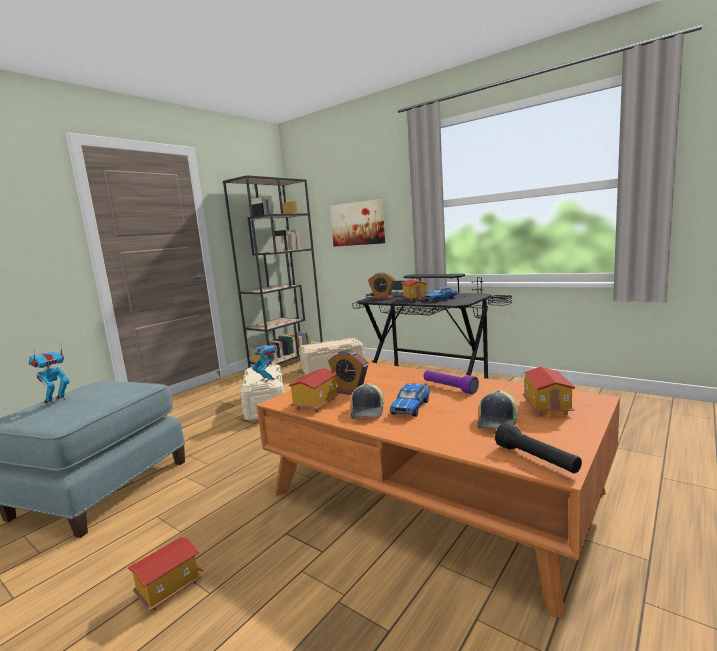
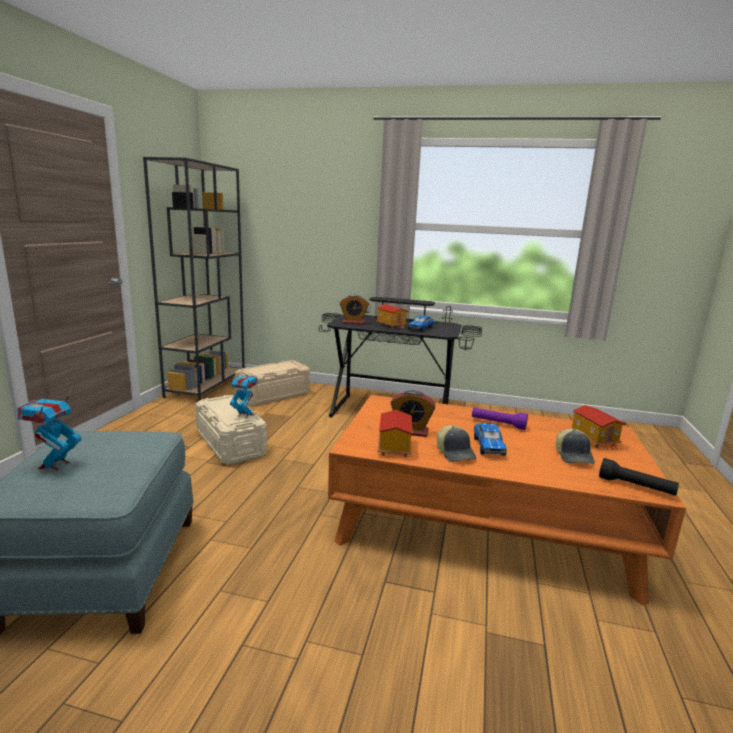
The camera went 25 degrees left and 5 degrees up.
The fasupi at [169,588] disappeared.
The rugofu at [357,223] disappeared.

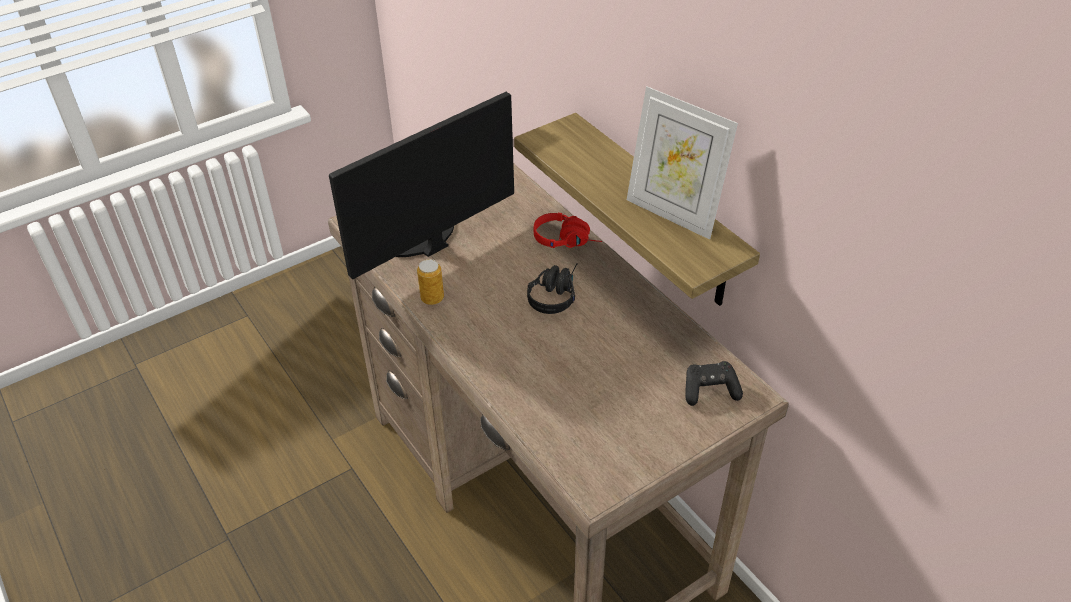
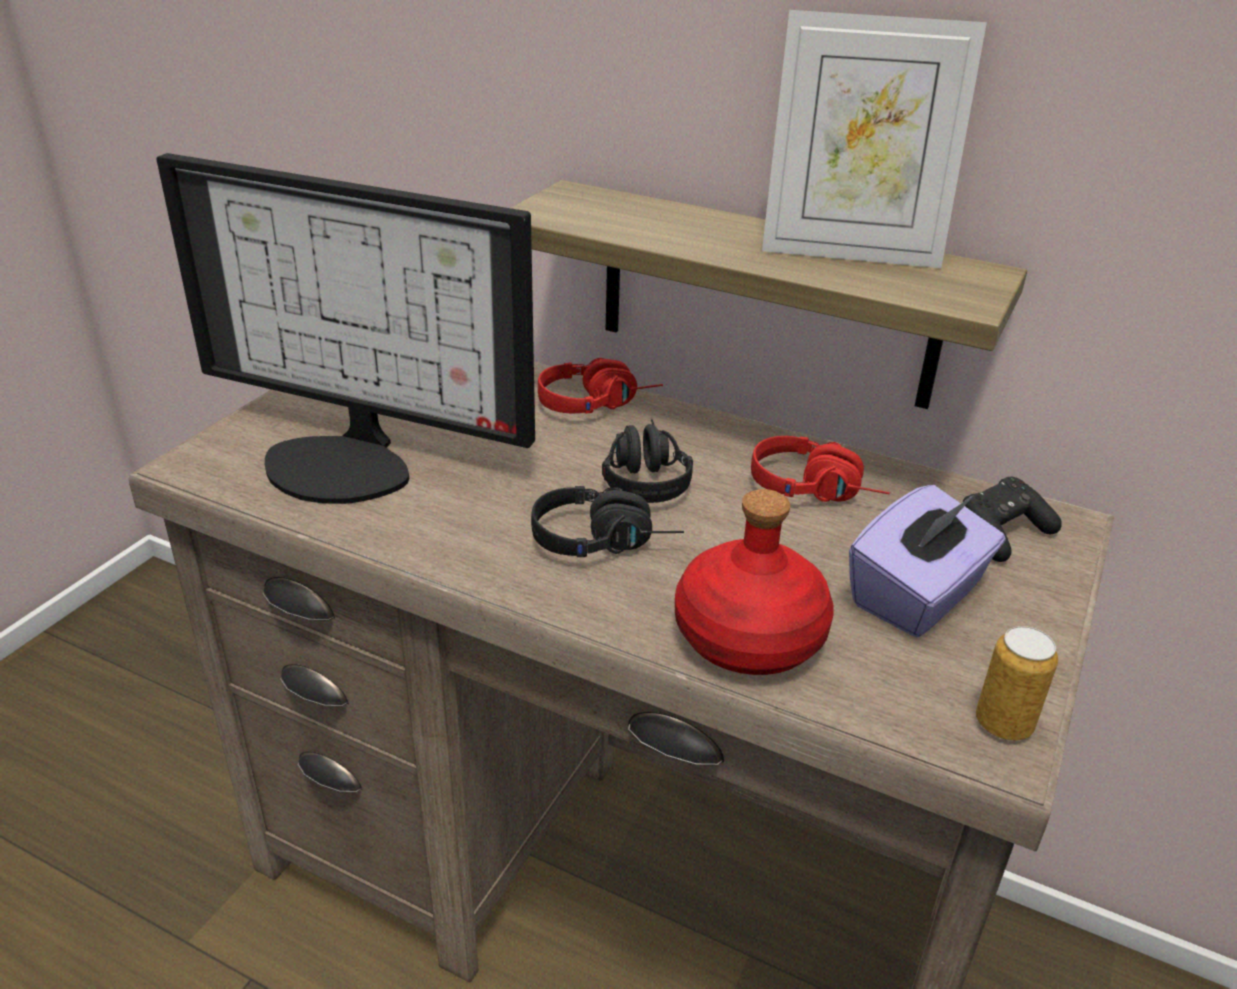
The camera went 30 degrees left and 10 degrees down.
The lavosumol at [423,240] turned 90 degrees counterclockwise.
The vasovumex moved from [432,298] to [1003,723].
The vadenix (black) at [606,541] appeared.
The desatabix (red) at [751,636] appeared.
The vadenix (red) at [817,490] appeared.
The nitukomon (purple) at [917,596] appeared.

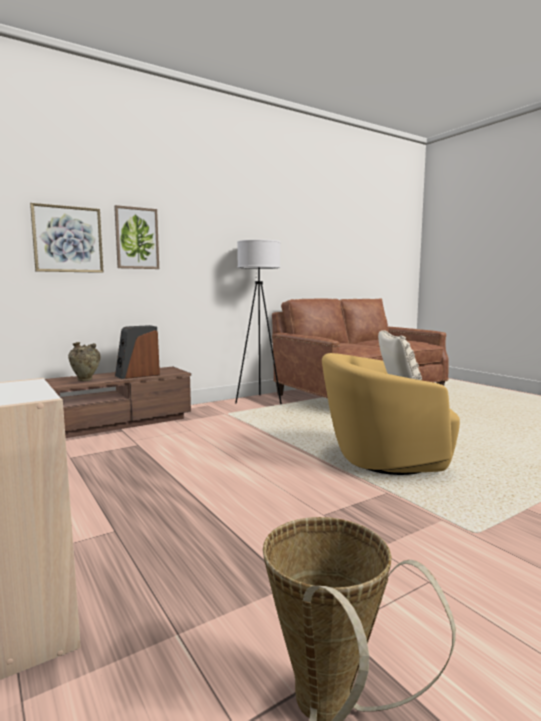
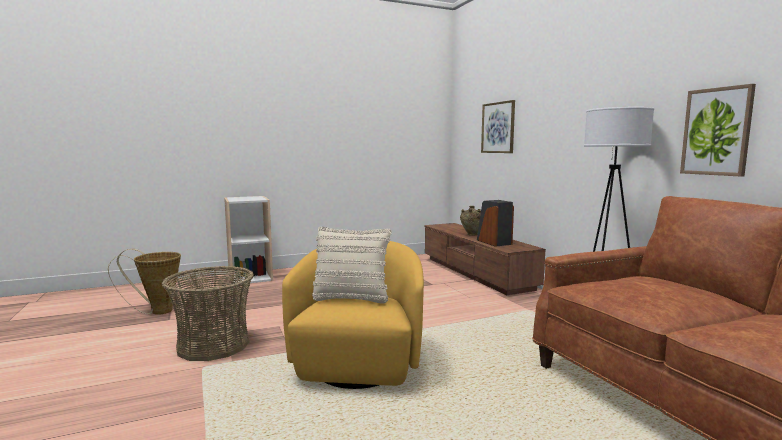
The camera went 100 degrees right and 0 degrees up.
The rugofu moved from [137,238] to [716,131].
The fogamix at [213,345] appeared.

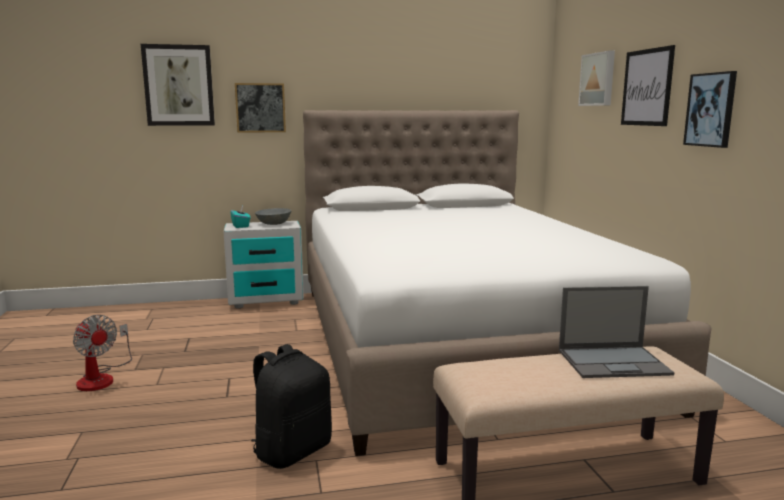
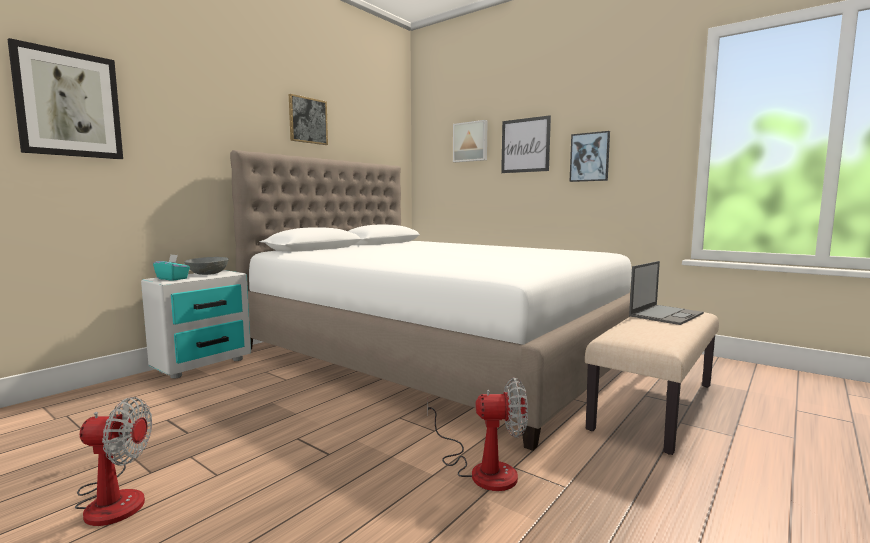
The camera went 40 degrees left and 5 degrees down.
The rugofu moved from [260,108] to [308,120].
The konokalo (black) at [292,450] was replaced by the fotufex at [482,469].

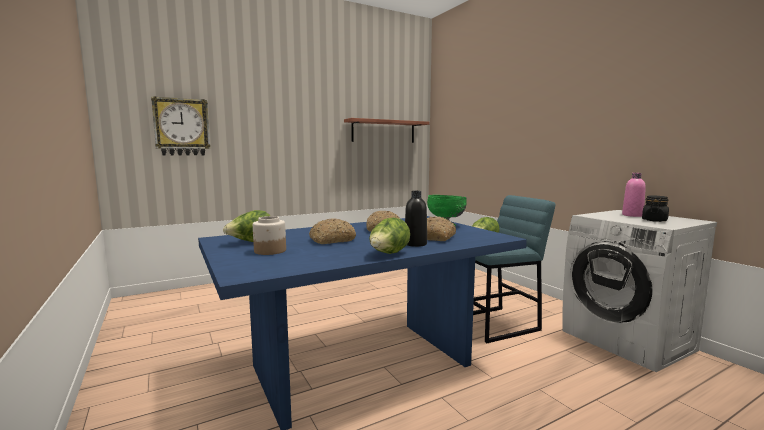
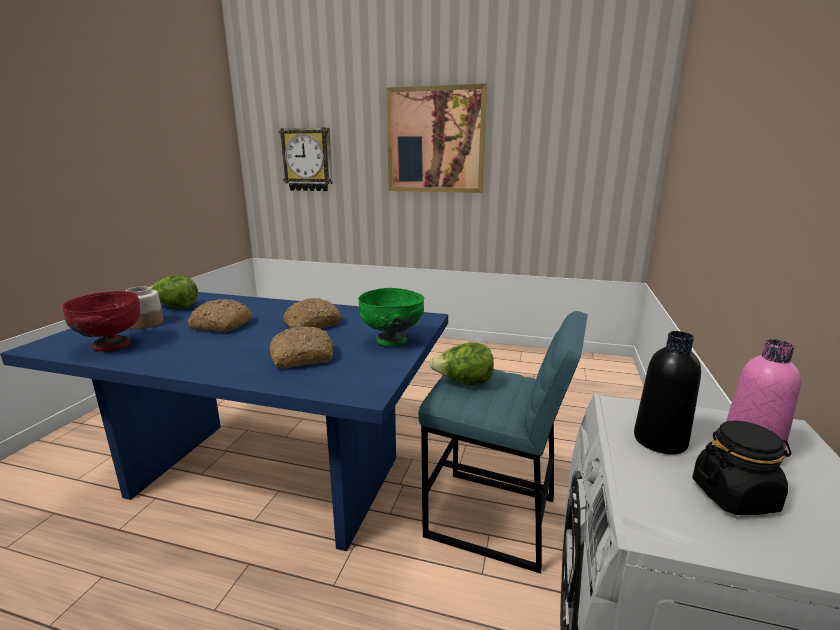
The camera went 45 degrees right and 10 degrees up.
The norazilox at [383,131] disappeared.
The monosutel at [388,254] disappeared.
The desatabix (black) moved from [415,244] to [660,440].
The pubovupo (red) at [111,346] appeared.
The rugofu at [435,140] appeared.

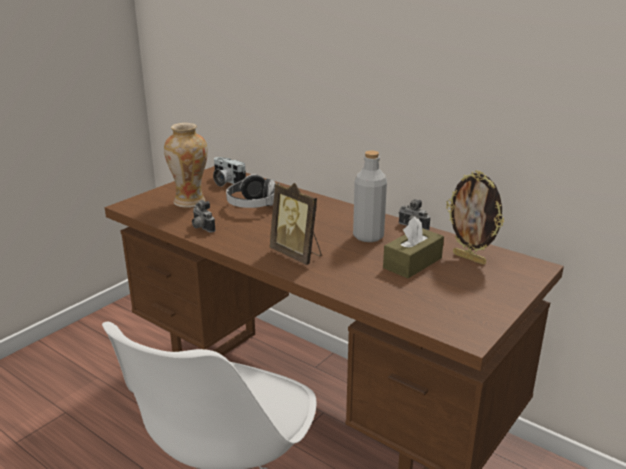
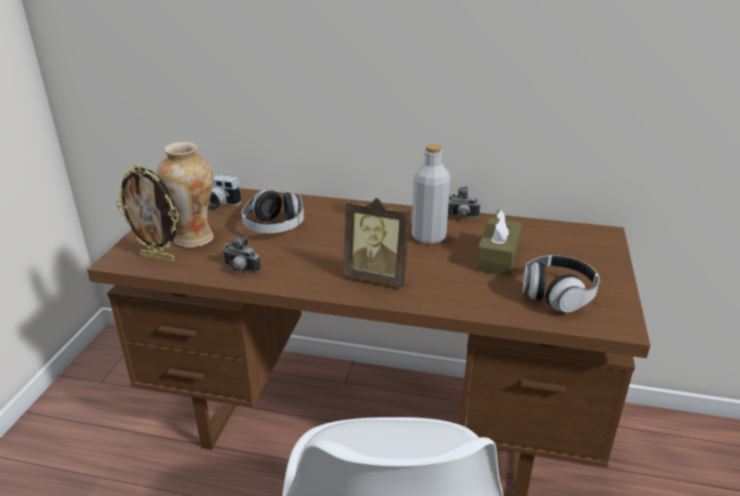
The camera went 25 degrees left and 5 degrees up.
The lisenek moved from [469,258] to [158,258].
The vadenix at [557,295] appeared.

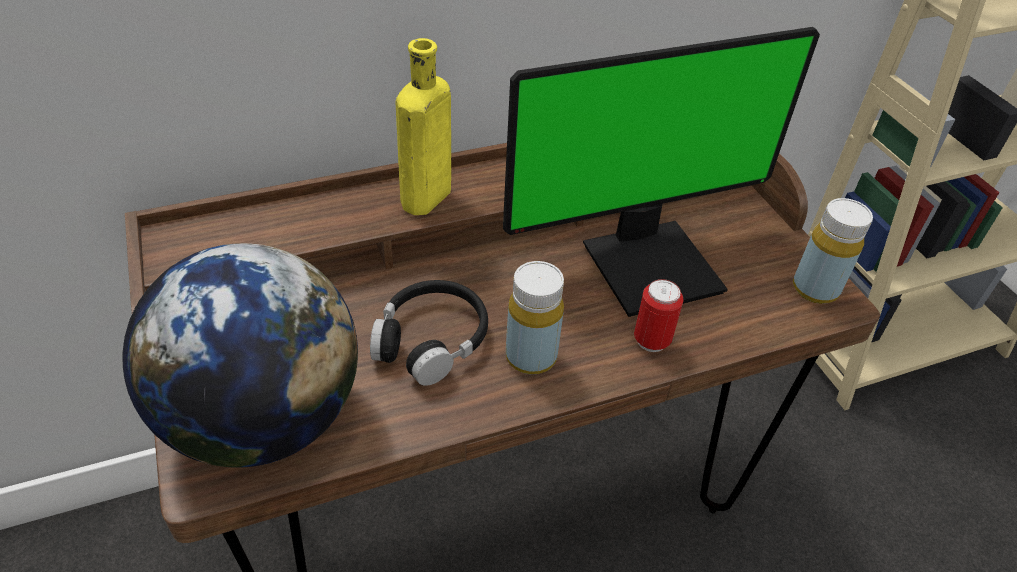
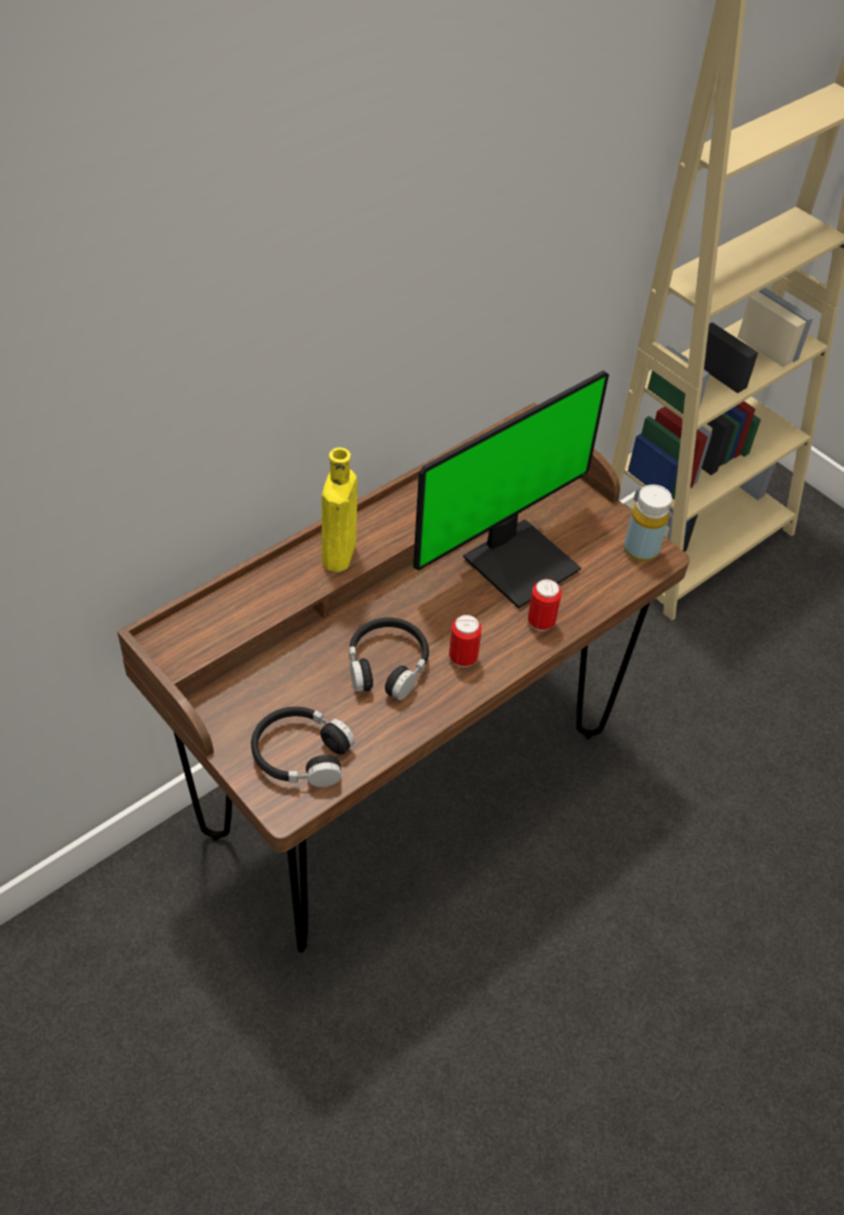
The camera went 20 degrees left and 5 degrees up.
The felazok at [264,418] was replaced by the vadenix (black) at [301,754].
The desatabix (yellow) at [531,357] was replaced by the vasovumex at [463,658].

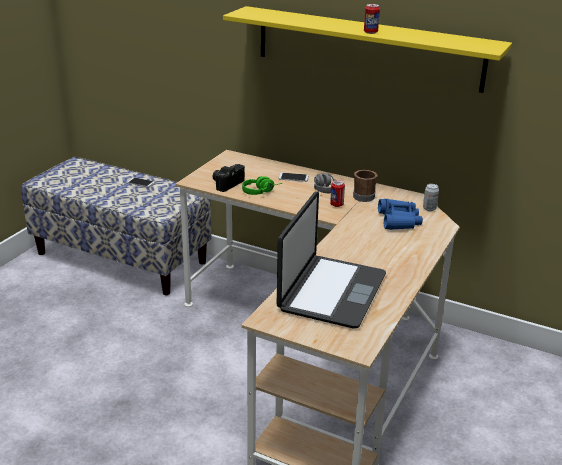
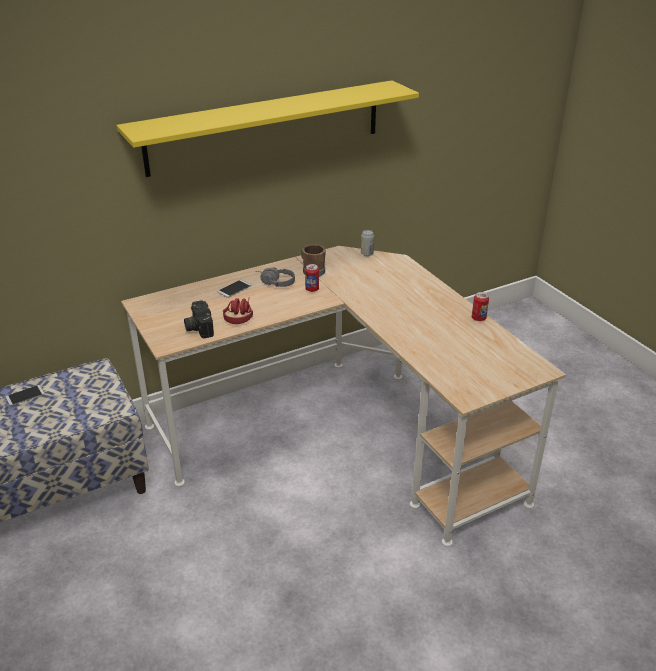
The camera went 55 degrees left and 5 degrees up.
The vadenix (green) at [261,191] became the vadenix (red) at [239,315].
The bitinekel at [331,292] disappeared.
The vasovumex moved from [370,32] to [478,318].
The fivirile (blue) at [398,221] disappeared.

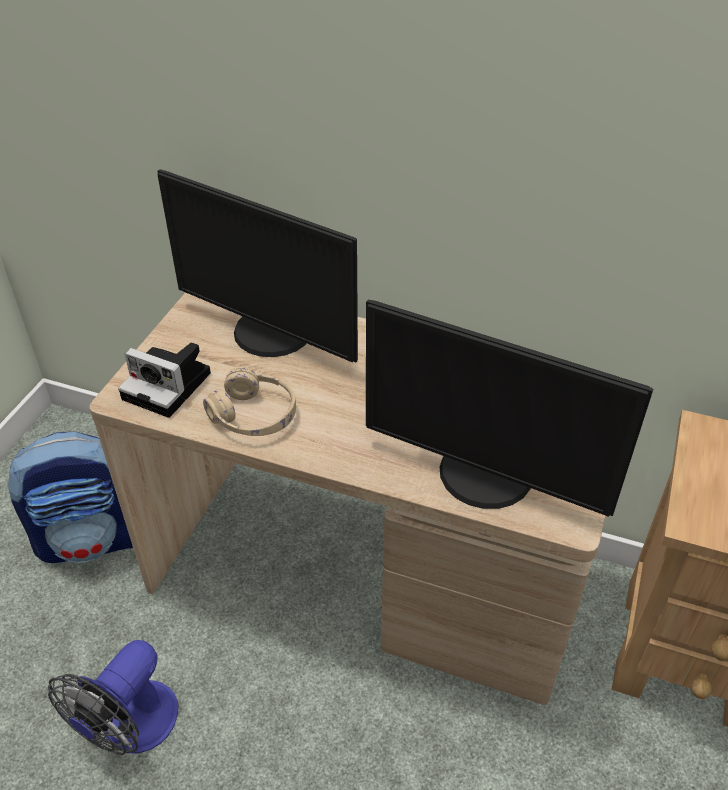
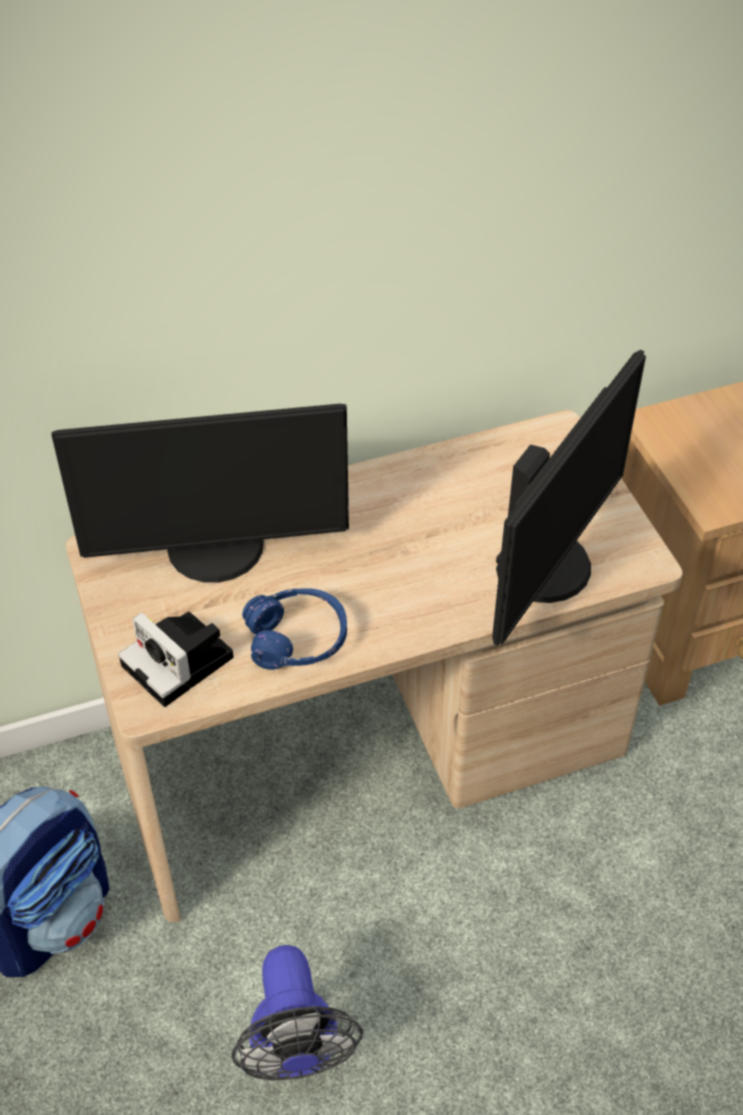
The camera went 40 degrees left and 5 degrees up.
The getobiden at [170,386] turned 60 degrees clockwise.
The vadenix (beige) at [254,415] became the vadenix (blue) at [297,639].
The lavosumol at [484,476] turned 45 degrees counterclockwise.

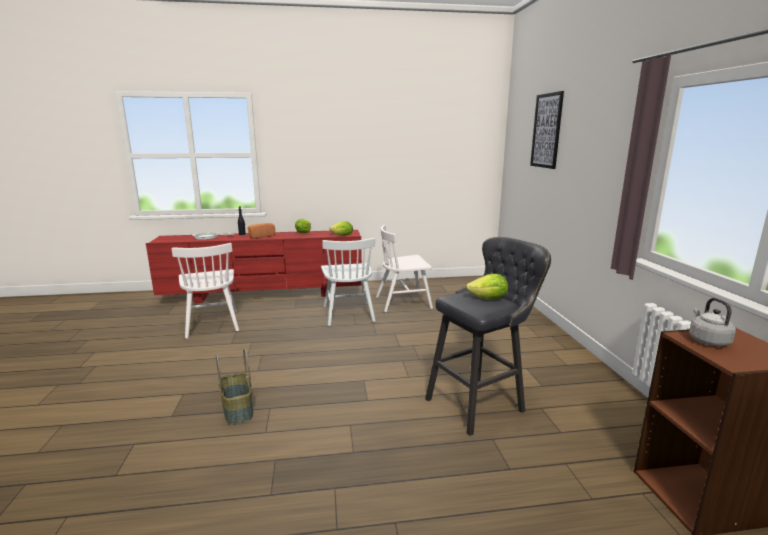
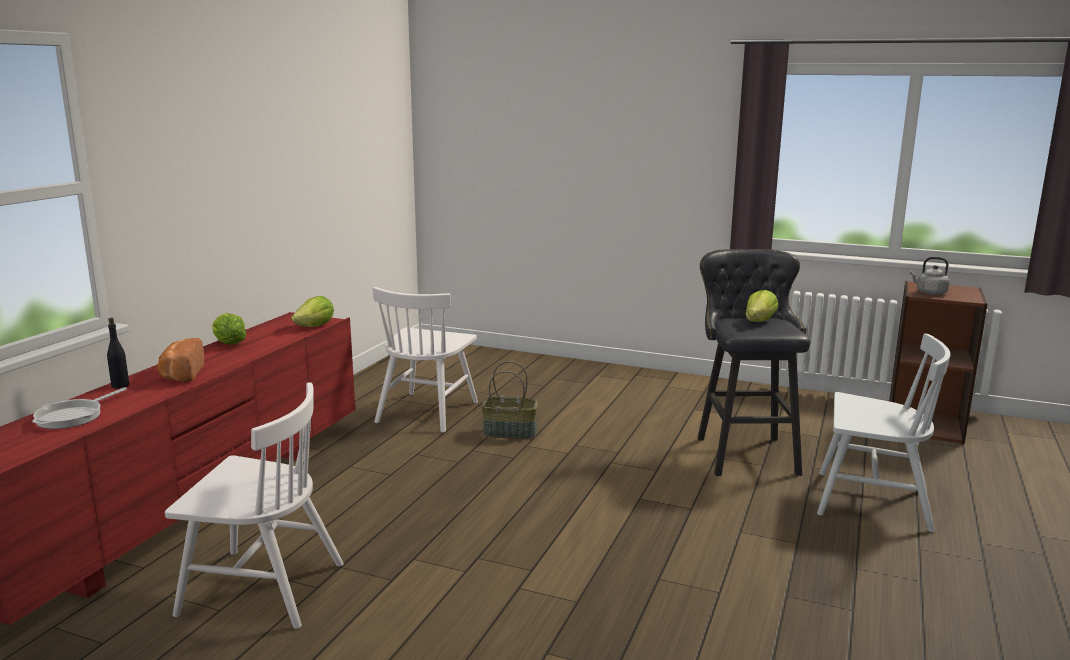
The camera went 60 degrees left and 0 degrees up.
The fogamix moved from [238,410] to [510,432].
The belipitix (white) moved from [348,314] to [871,501].
The rugofu at [546,131] disappeared.

